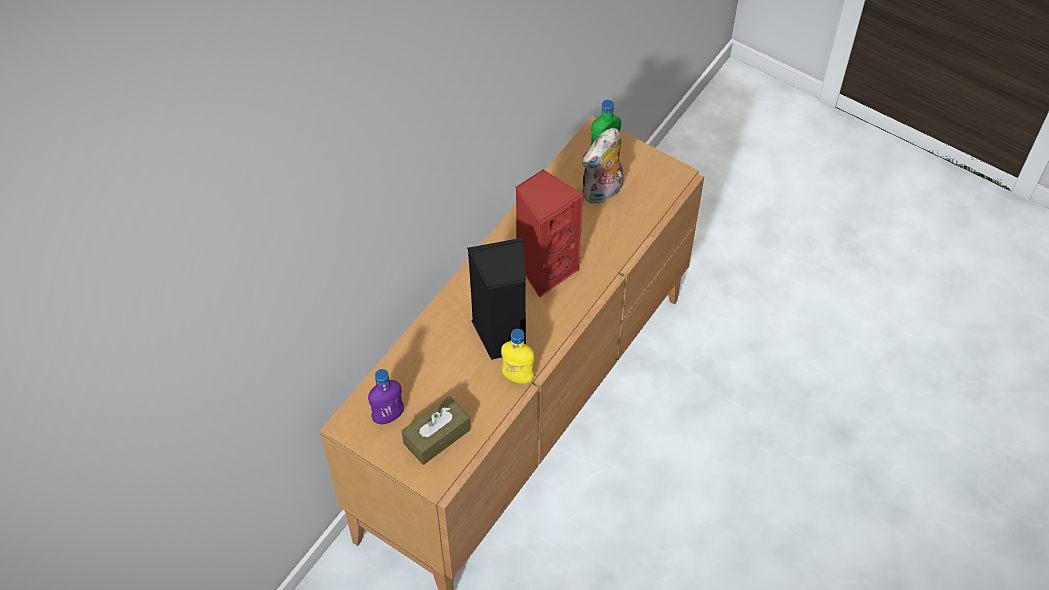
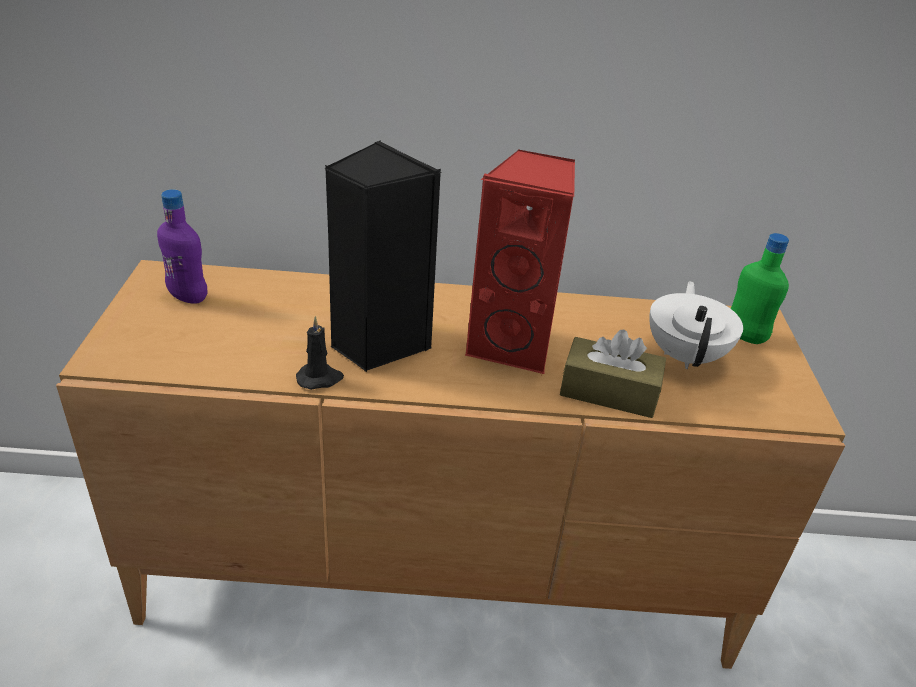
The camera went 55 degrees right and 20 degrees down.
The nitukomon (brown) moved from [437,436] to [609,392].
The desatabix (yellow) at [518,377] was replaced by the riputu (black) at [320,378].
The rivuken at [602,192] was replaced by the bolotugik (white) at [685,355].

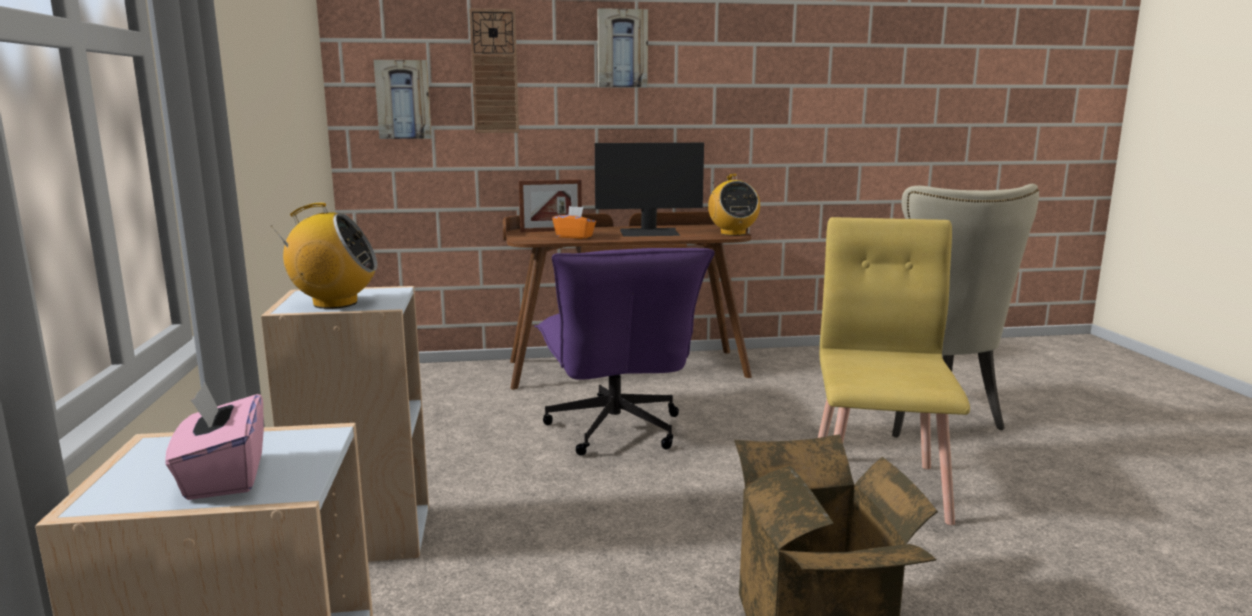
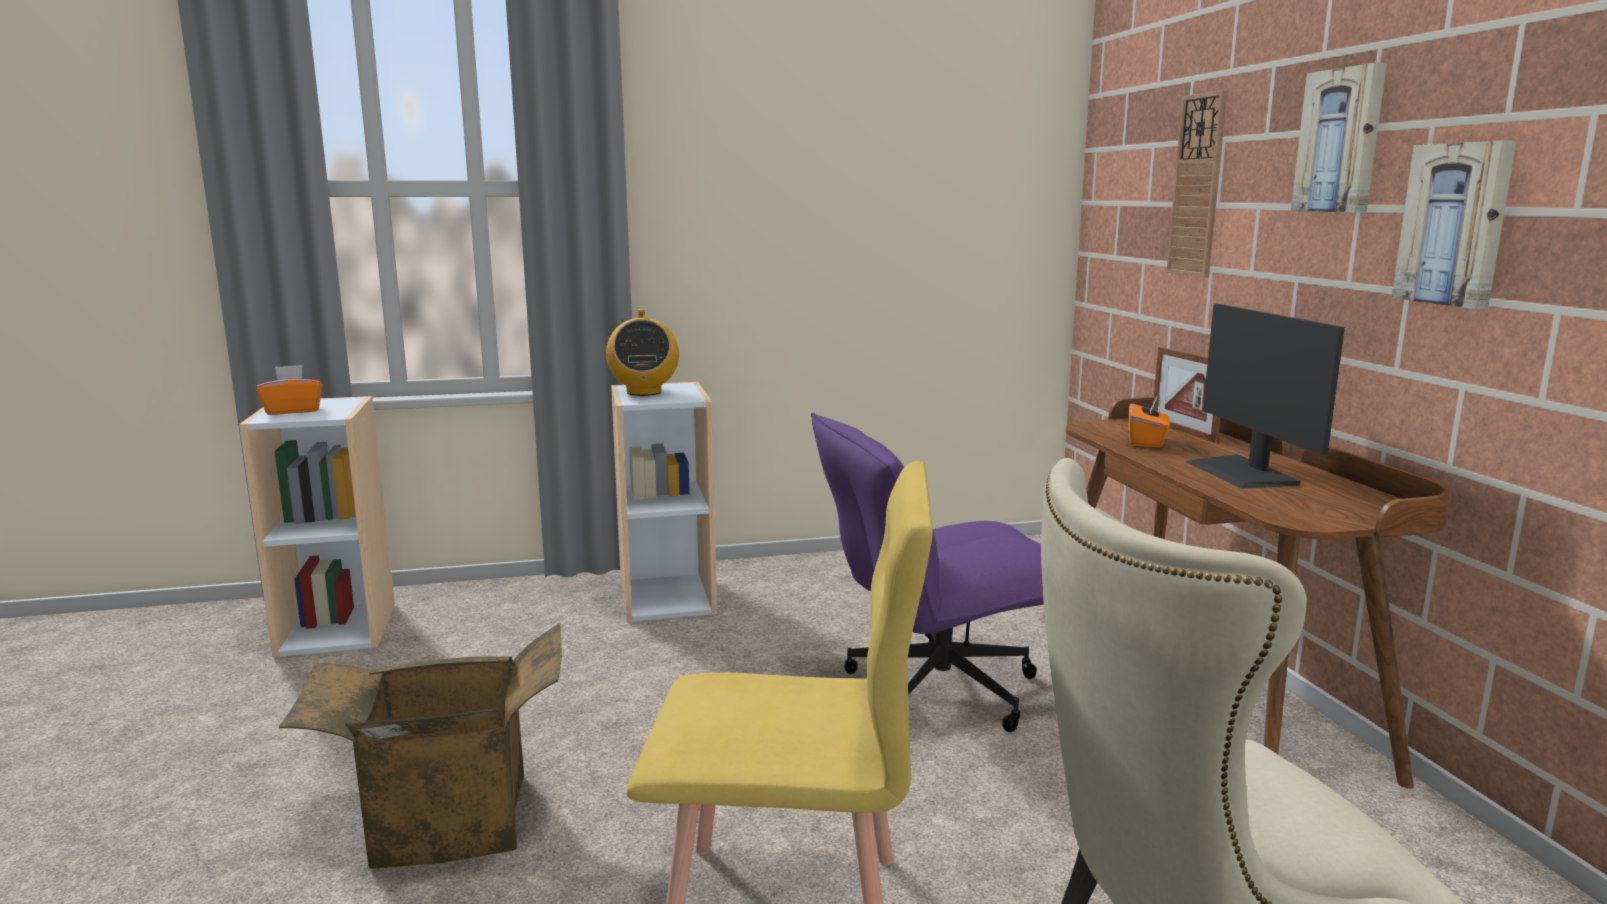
The camera went 85 degrees right and 0 degrees up.
The nitukomon (pink) at [223,476] became the nitukomon (orange) at [293,410].
The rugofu moved from [403,99] to [1456,224].
The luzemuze at [732,233] disappeared.

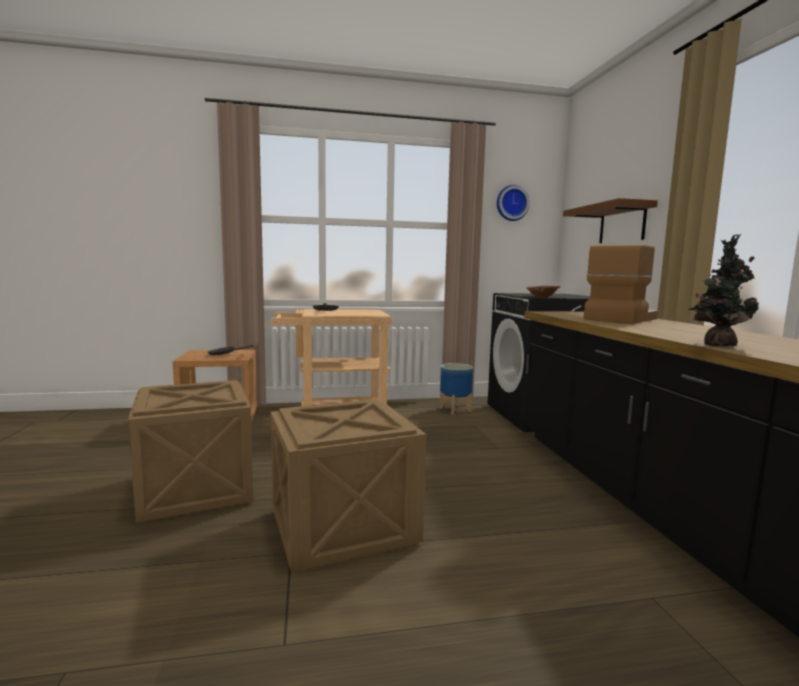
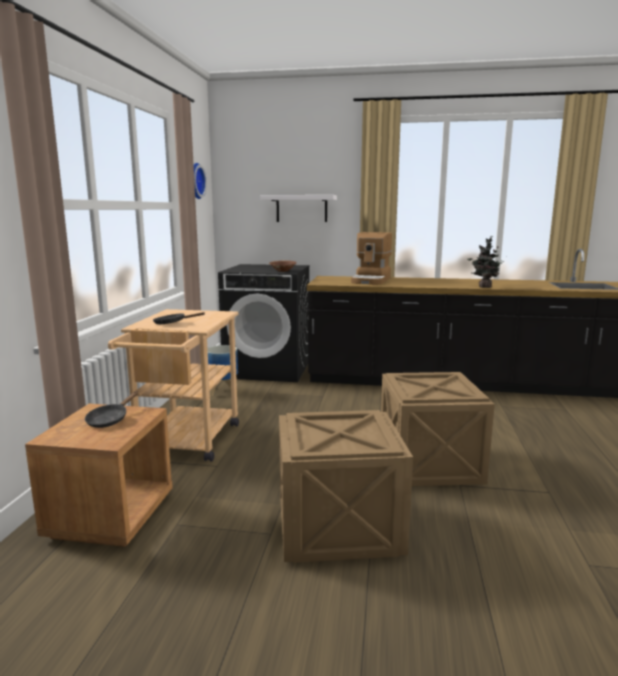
The camera went 70 degrees left and 5 degrees up.
The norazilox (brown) at [622,224] became the norazilox (white) at [301,208].
The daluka at [620,319] turned 135 degrees counterclockwise.

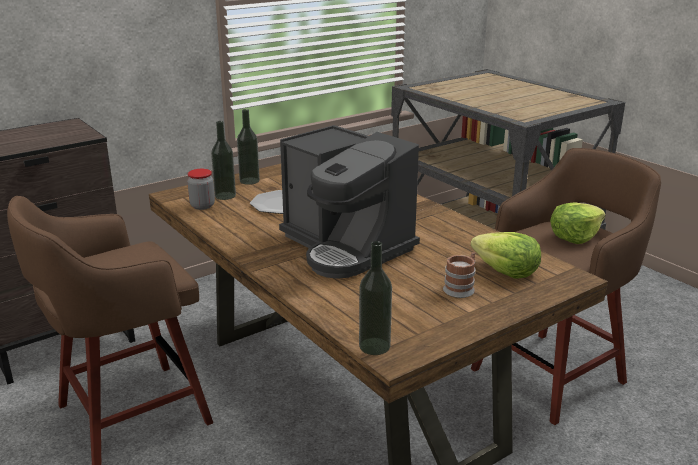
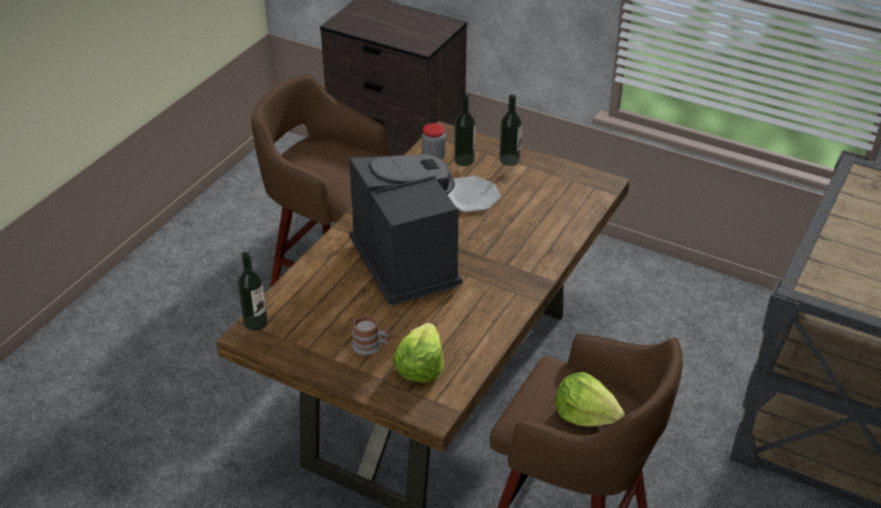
The camera went 65 degrees right and 15 degrees up.
The daluka at [346,247] turned 135 degrees clockwise.

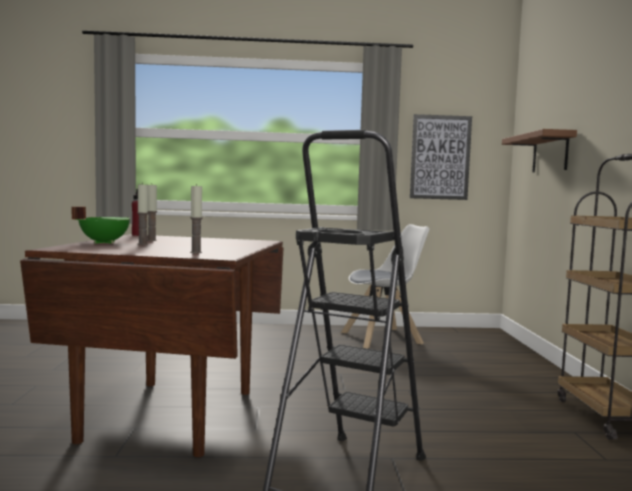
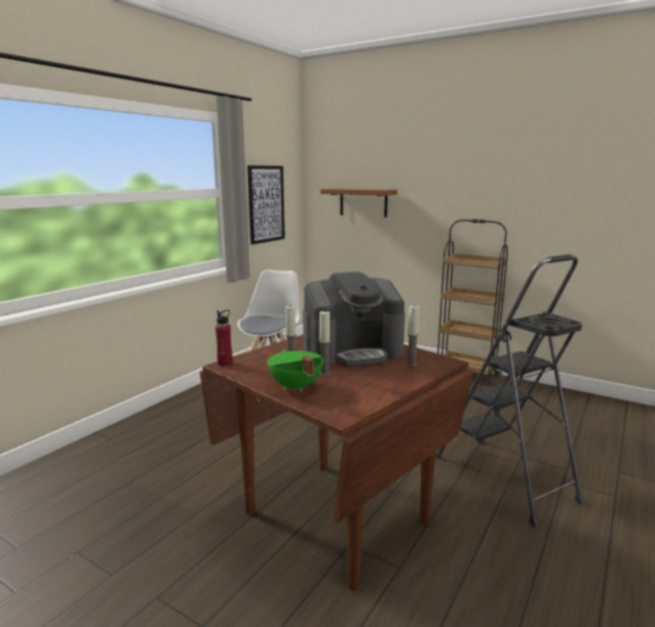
The camera went 55 degrees left and 10 degrees up.
The daluka at [352,351] appeared.

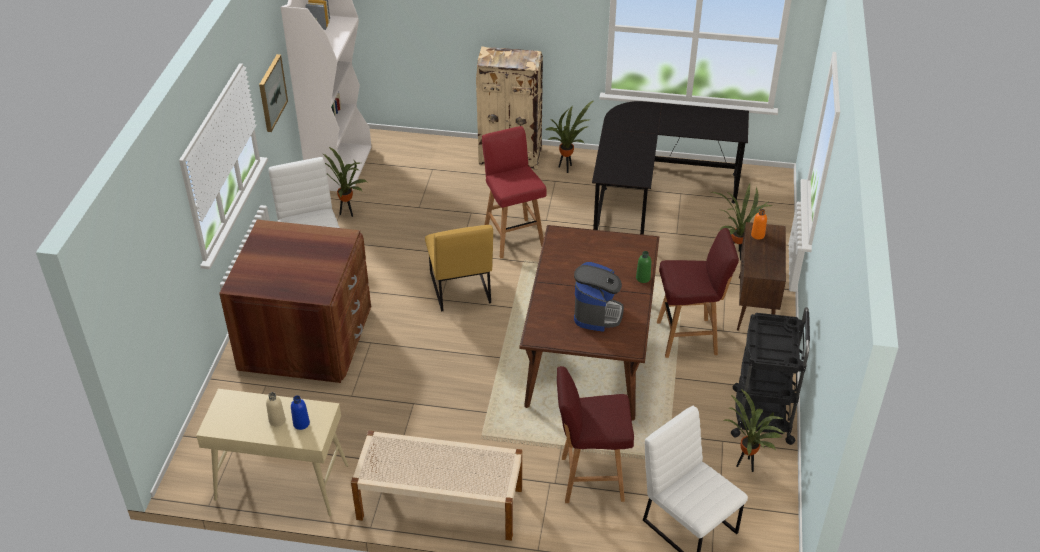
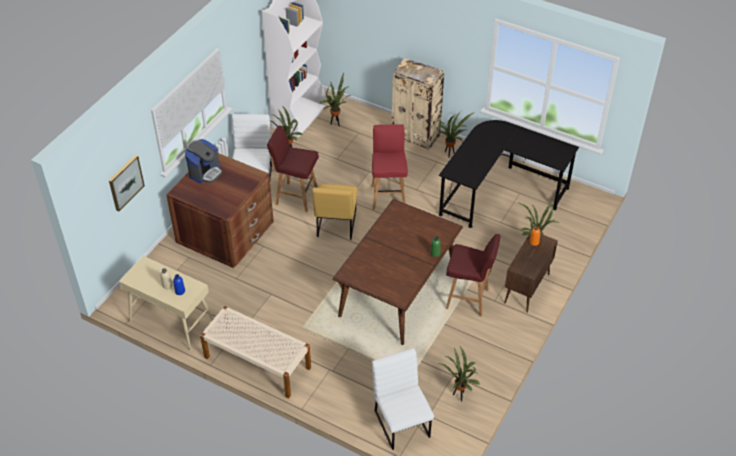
The camera went 20 degrees right and 5 degrees up.
The rugofu moved from [272,92] to [125,182].
The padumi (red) moved from [590,478] to [296,197].
The daluka moved from [597,313] to [205,172].
The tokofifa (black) at [762,415] disappeared.
The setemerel at [336,123] appeared.

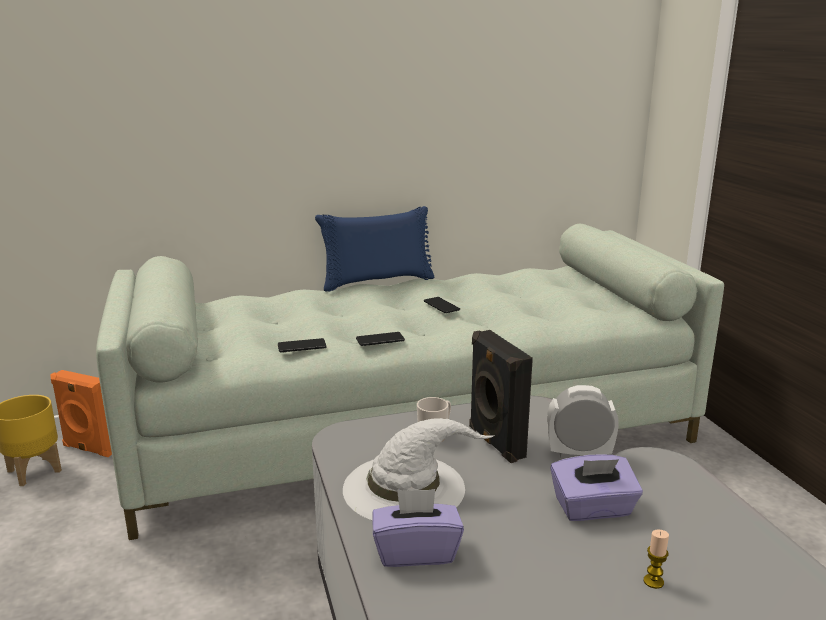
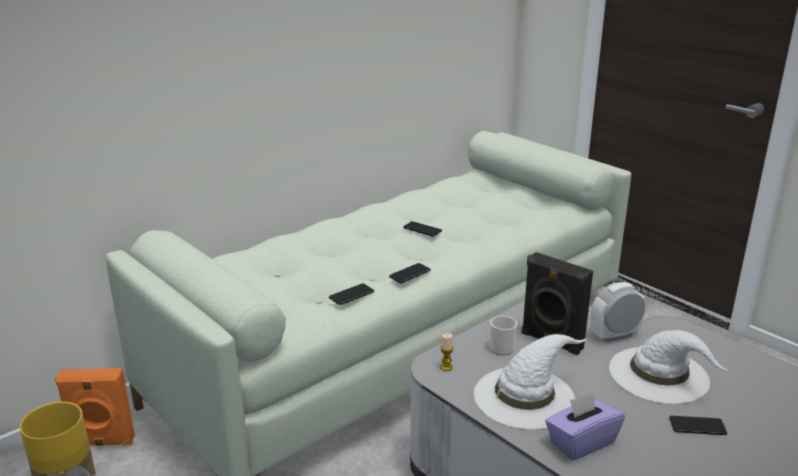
The camera went 25 degrees left and 5 degrees up.
The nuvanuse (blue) at [377,282] disappeared.
The nitukomon (purple) at [593,509] was replaced by the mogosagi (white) at [660,375].
The riputu moved from [653,581] to [446,367].
The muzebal at [697,426] appeared.

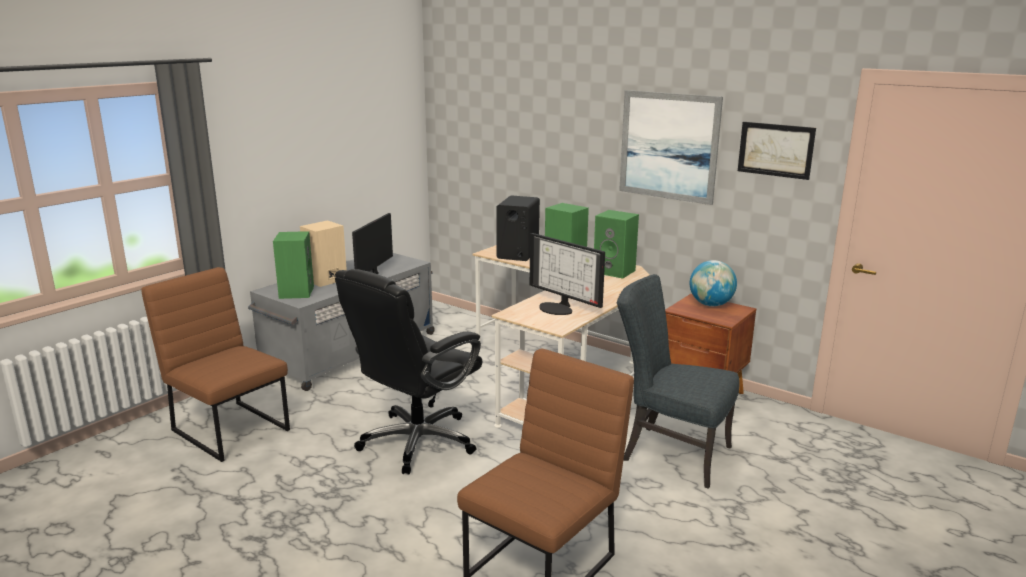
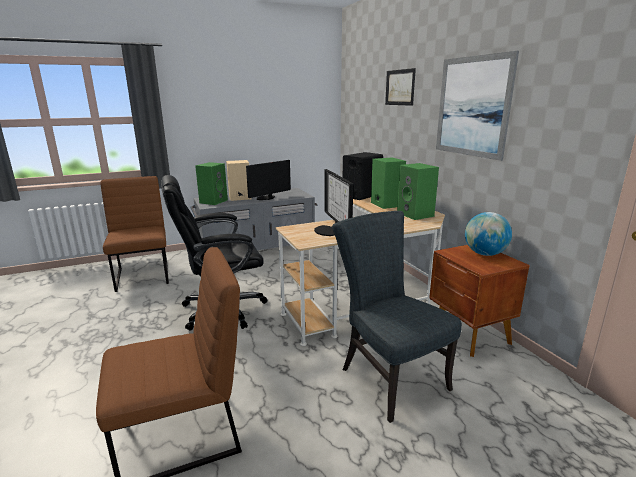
The camera went 30 degrees right and 0 degrees up.
The rugofu moved from [775,150] to [400,87].

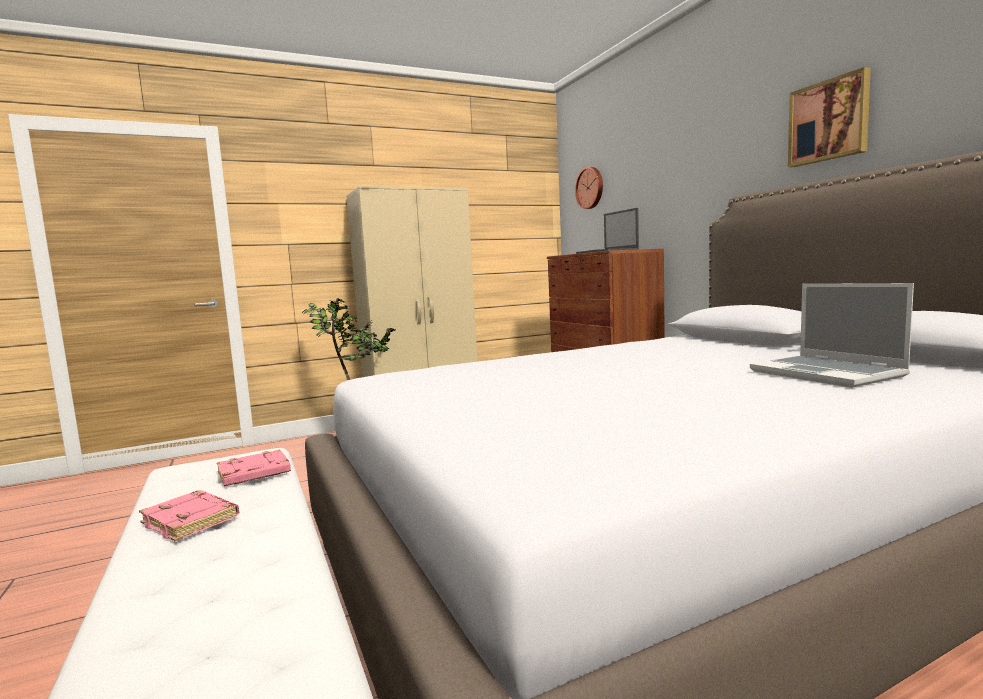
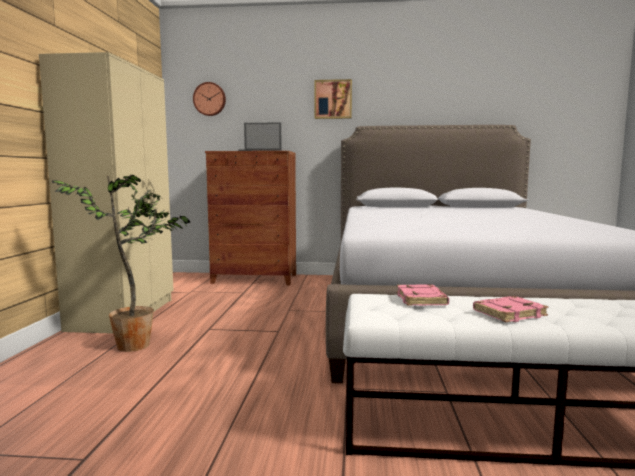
The camera went 60 degrees left and 0 degrees up.
The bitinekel at [828,374] disappeared.
The rugofu moved from [829,121] to [333,99].

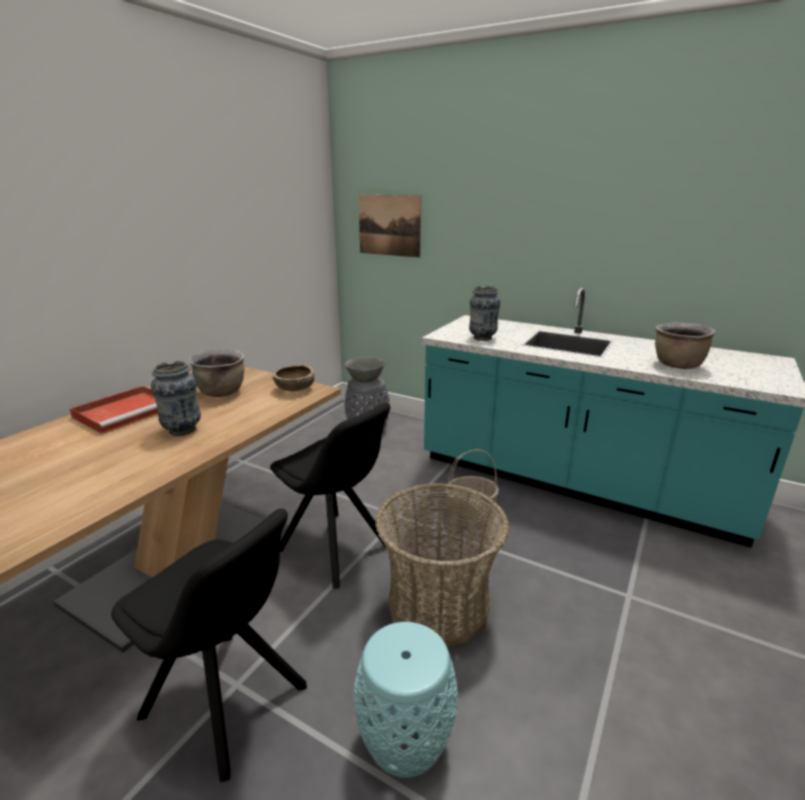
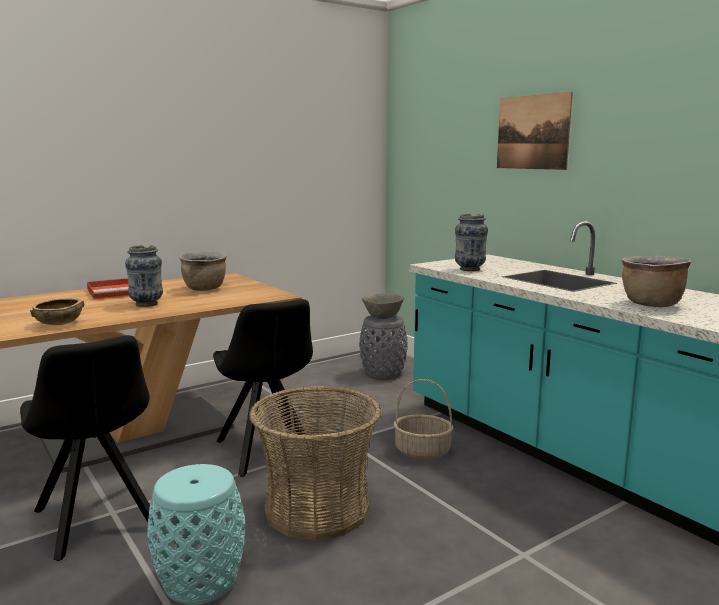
The camera went 25 degrees right and 10 degrees down.
The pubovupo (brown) moved from [295,389] to [59,323].
The rugofu moved from [389,225] to [532,132].

